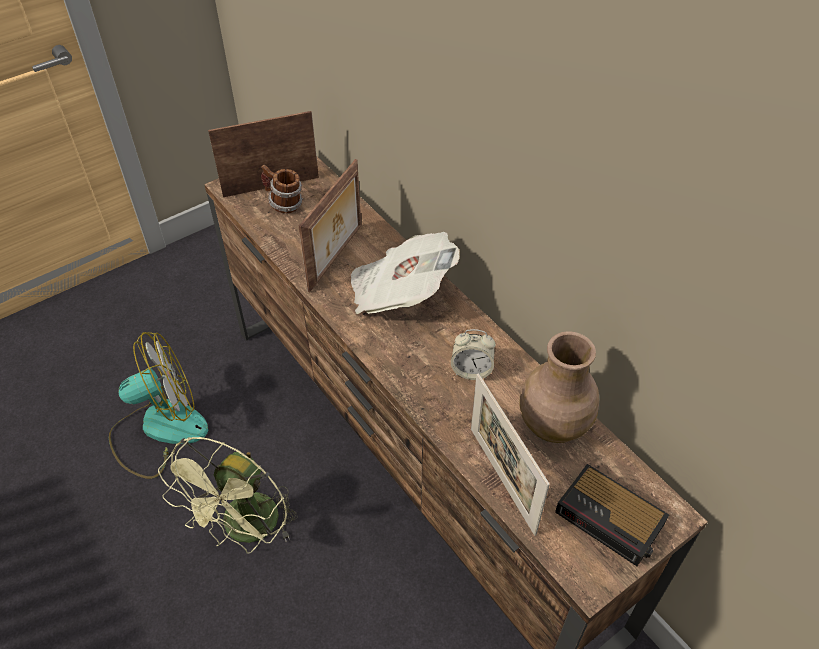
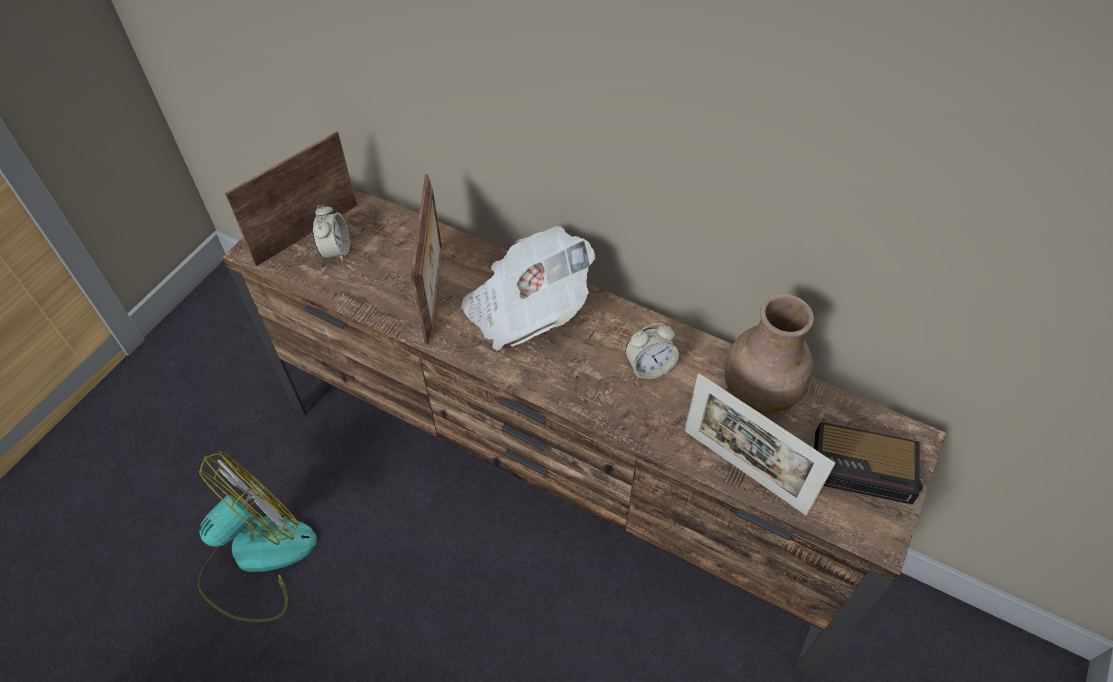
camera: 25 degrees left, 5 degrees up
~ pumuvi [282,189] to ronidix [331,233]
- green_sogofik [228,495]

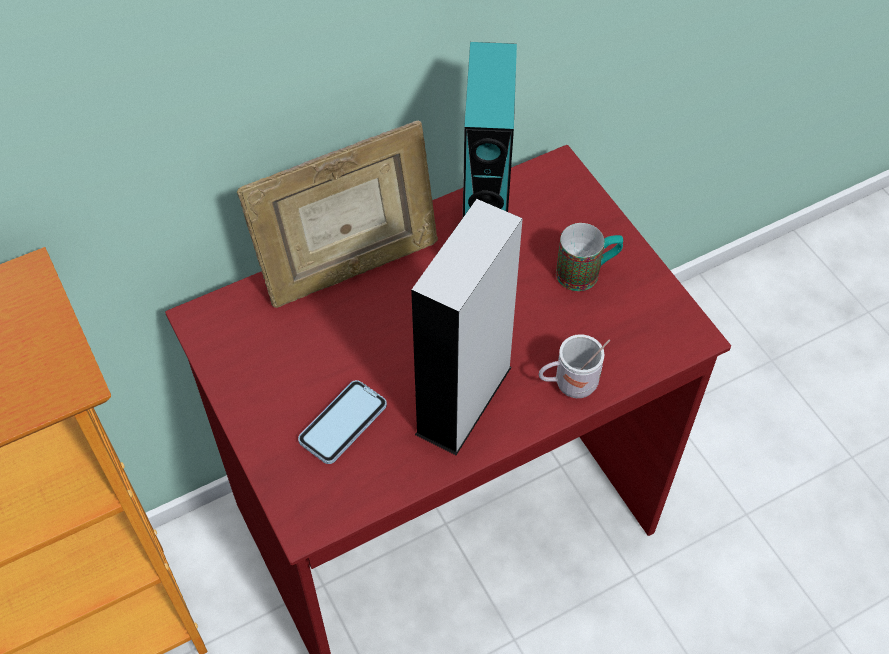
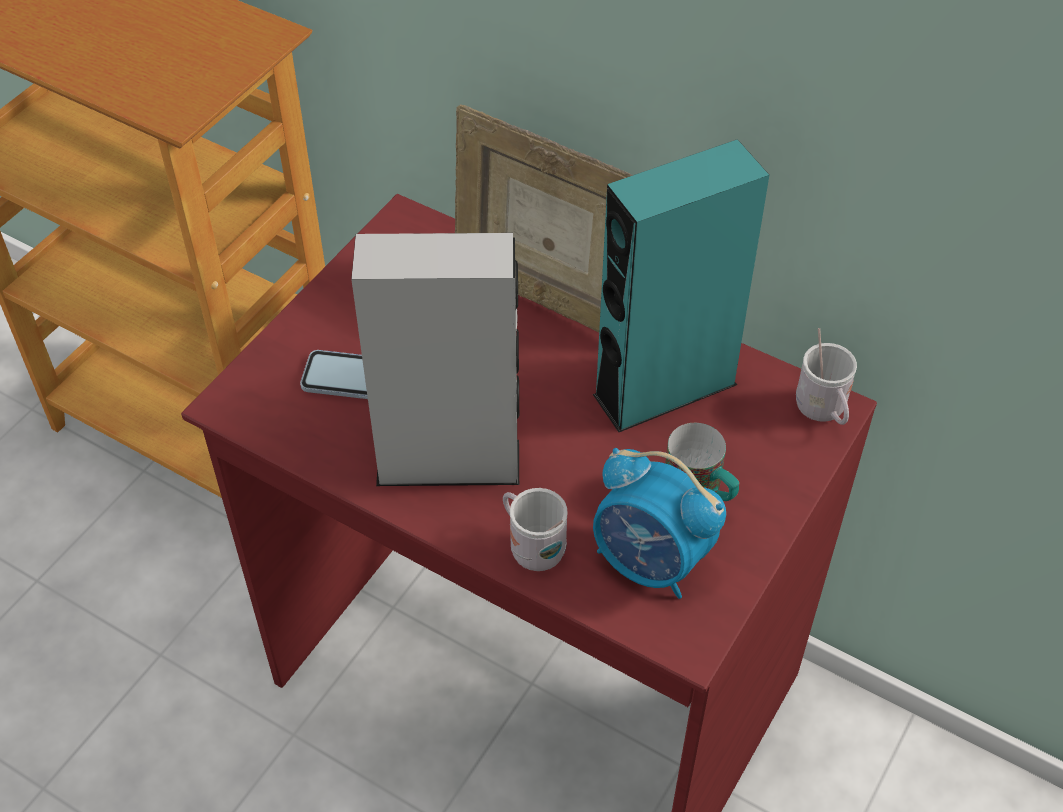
camera: 60 degrees right, 5 degrees down
+ white_pumuvi [826,376]
+ ronidix [659,523]

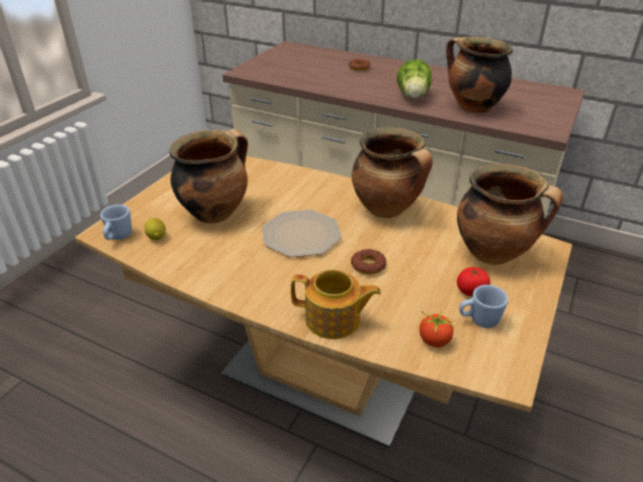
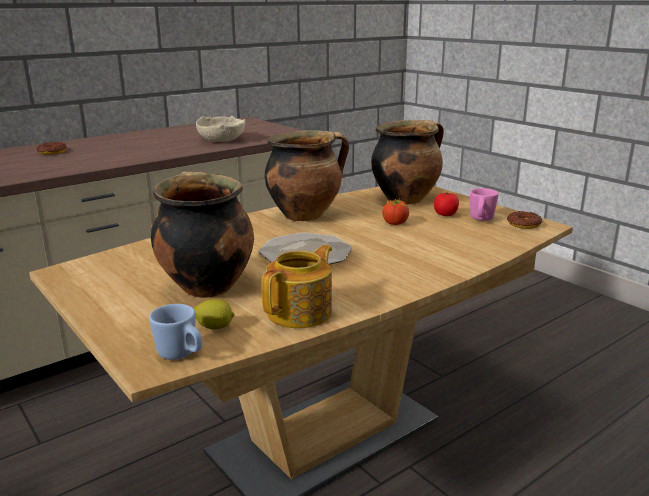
camera: 65 degrees left, 15 degrees down
~ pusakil [479,75] to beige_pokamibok [221,129]
- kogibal [414,78]
~ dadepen [368,262] to [524,220]
~ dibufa [336,304] to [297,286]
~ blue_pumuvi [483,306] to pink_pumuvi [484,204]
~ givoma [437,329] to [395,212]

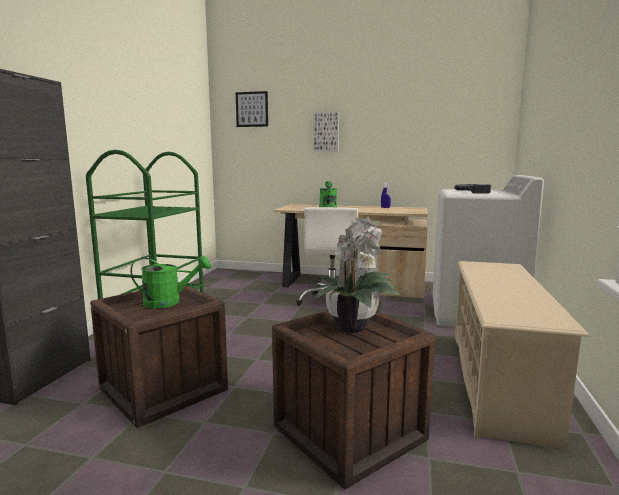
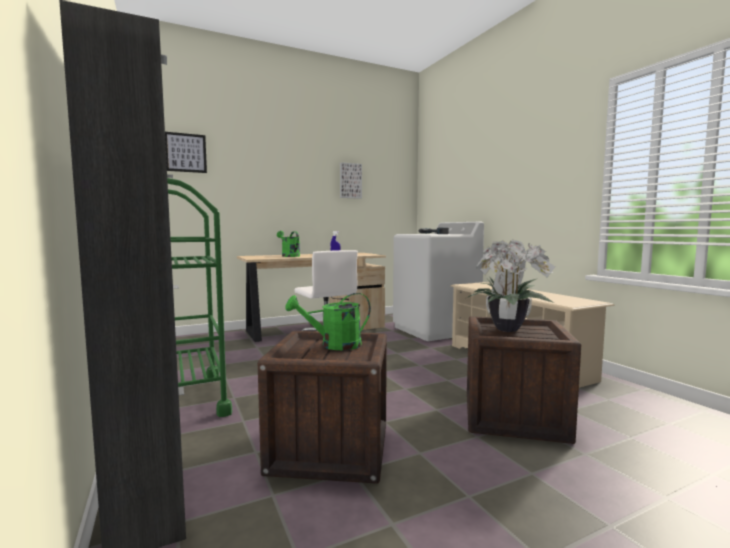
camera: 40 degrees left, 5 degrees down
~ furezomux [326,132] to [351,180]
~ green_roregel [170,281] = [328,321] 150 degrees counterclockwise

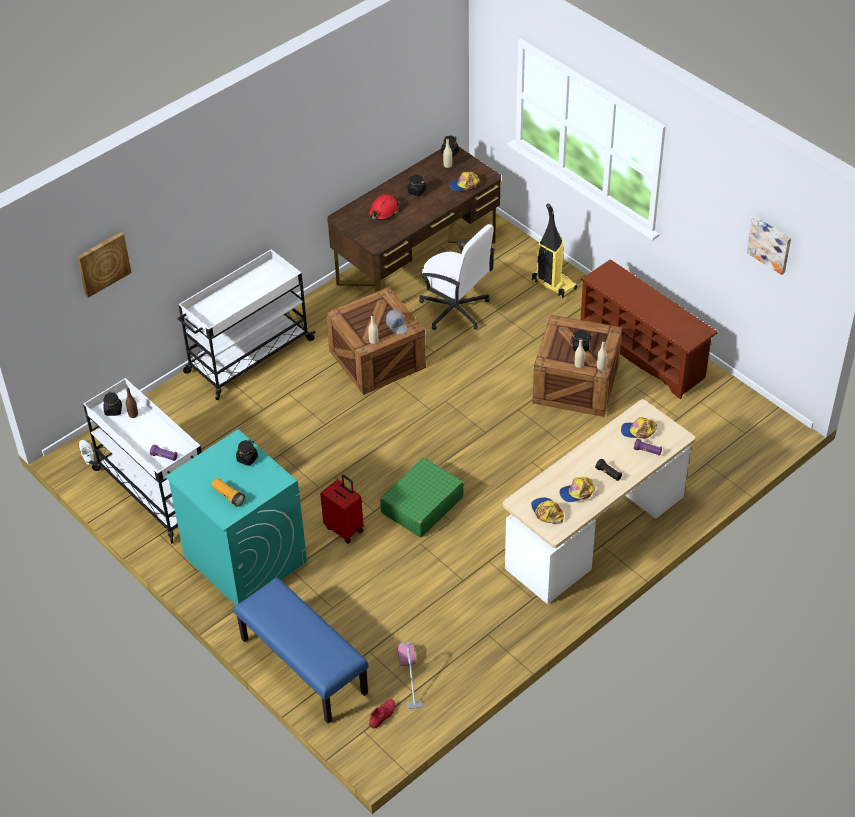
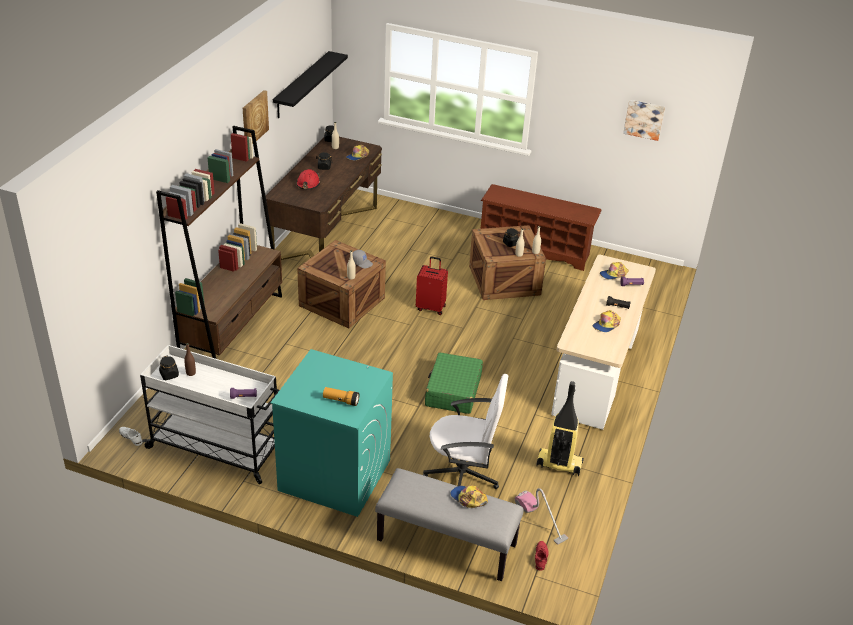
camera: 30 degrees left, 10 degrees down
~ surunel [555,251] to [560,428]
~ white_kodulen [457,277] to [465,431]
~ furezomux [104,265] to [256,117]
~ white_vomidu [246,324] to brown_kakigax [219,242]
- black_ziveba [247,453]
~ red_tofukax [341,509] to [432,286]
~ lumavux [547,511] to [469,497]
~ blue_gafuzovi [301,650] to grey_gafuzovi [449,524]
+ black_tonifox [310,84]

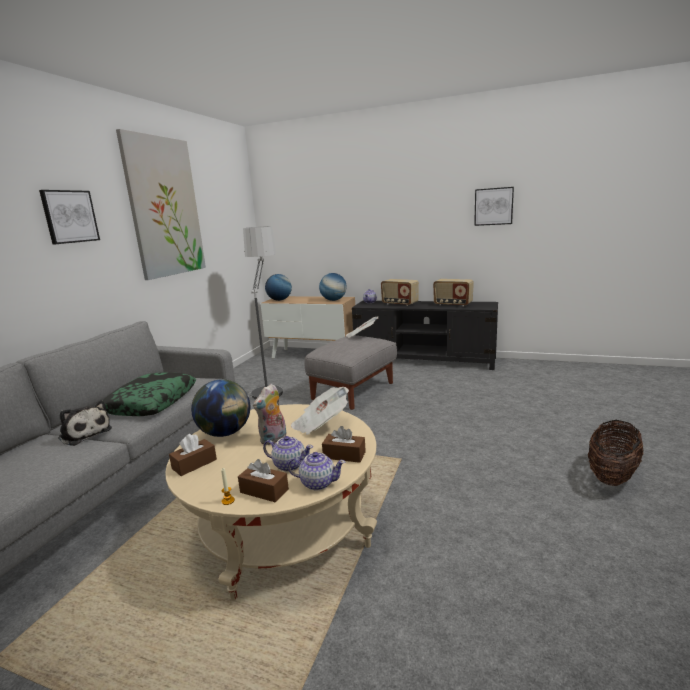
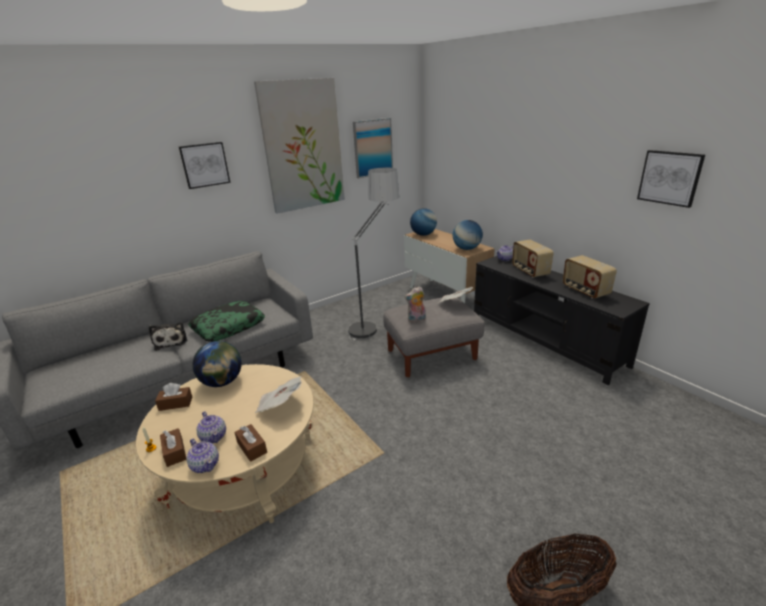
camera: 35 degrees right, 10 degrees up
~ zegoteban [270,414] to [415,304]
+ furezomux [373,148]

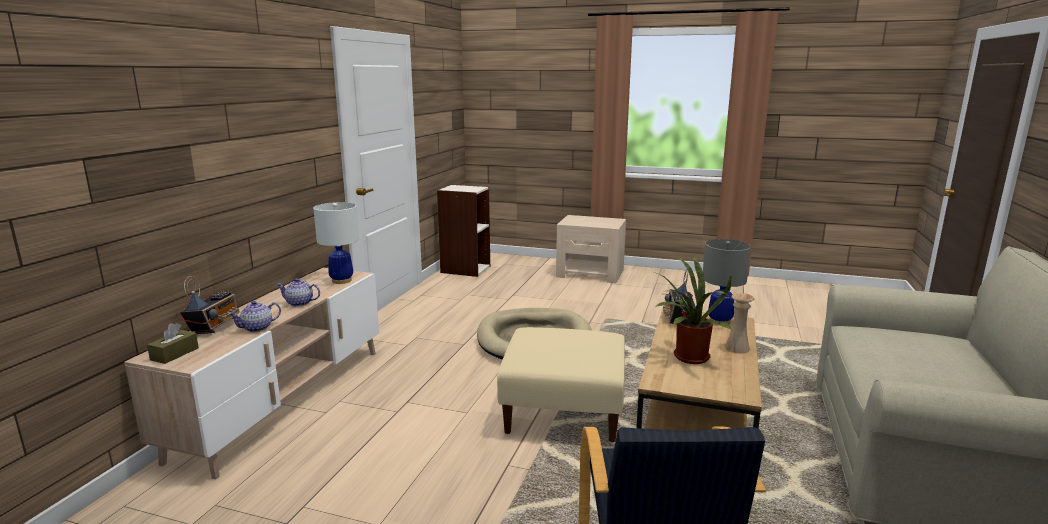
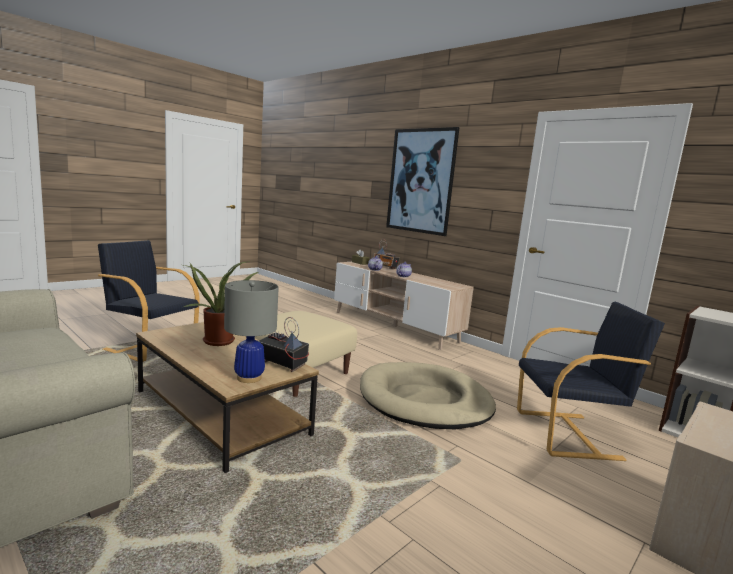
camera: 115 degrees right, 5 degrees down
- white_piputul [336,243]
- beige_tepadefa [739,323]
+ furezomux [423,181]
+ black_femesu [591,381]

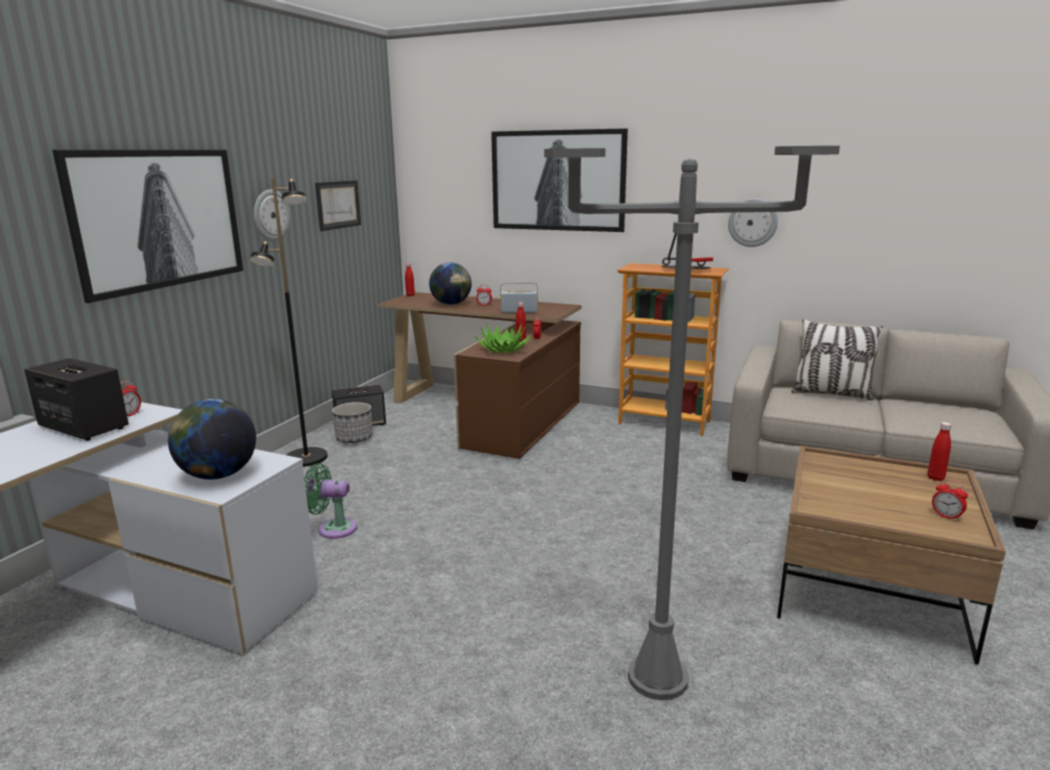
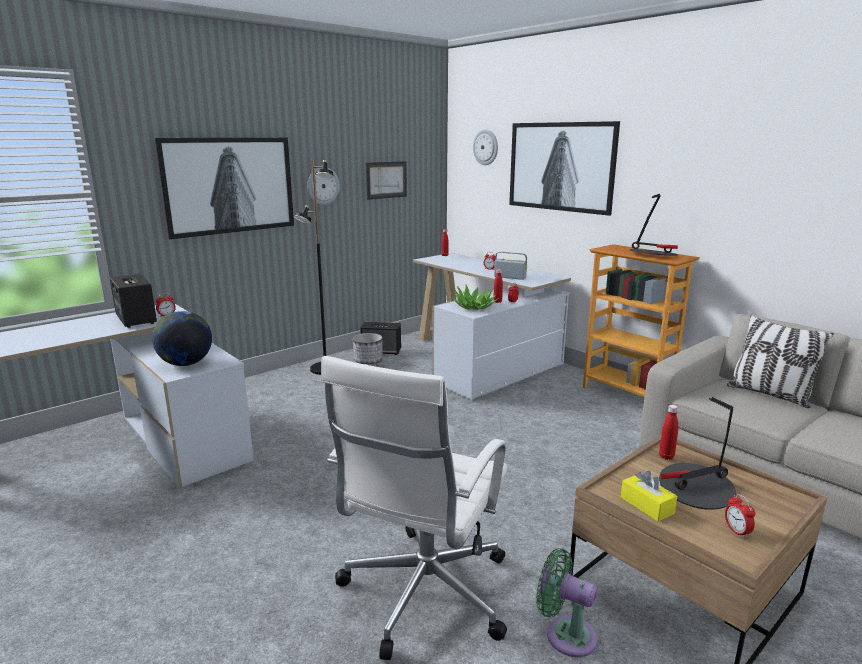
camera: 25 degrees right, 0 degrees up
~ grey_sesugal [692,423] to white_kodulen [414,508]
~ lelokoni [753,222] to [485,147]
- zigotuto [450,283]
~ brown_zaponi [480,375] to white_zaponi [492,326]
~ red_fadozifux [939,451] to [668,432]
~ green_sogofik [330,501] to [566,602]
+ piputul [697,453]
+ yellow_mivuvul [649,495]

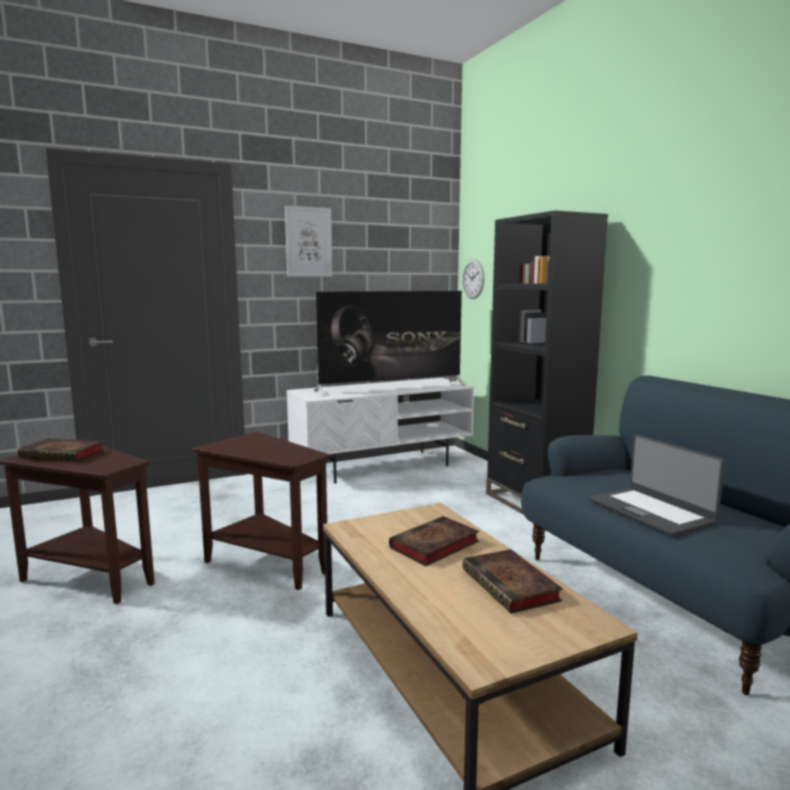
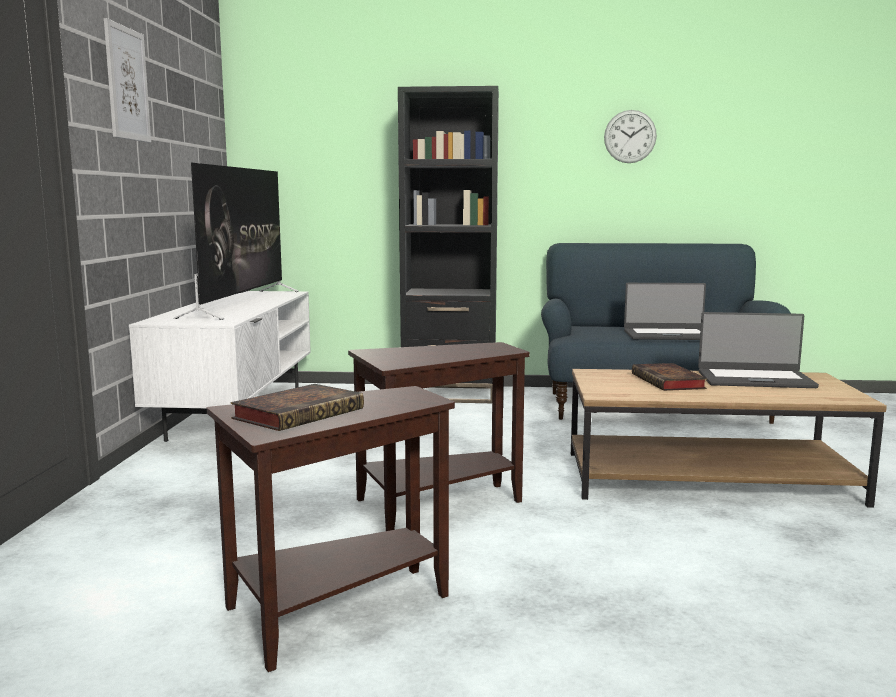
camera: 60 degrees left, 0 degrees up
~ lelokoni [473,279] to [630,136]
~ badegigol [513,581] to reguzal [758,350]

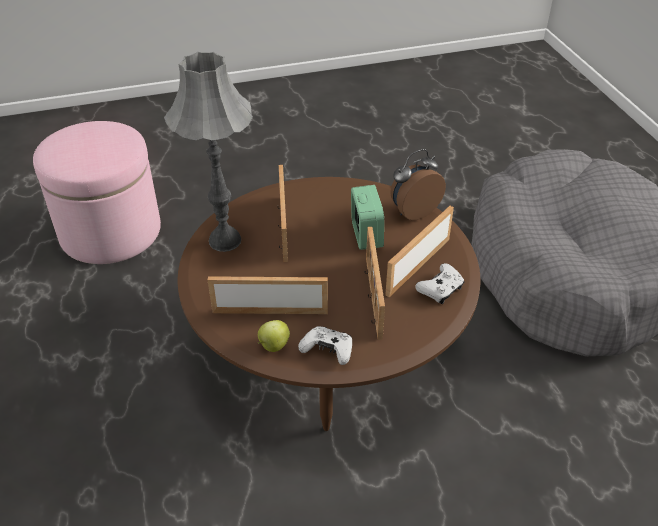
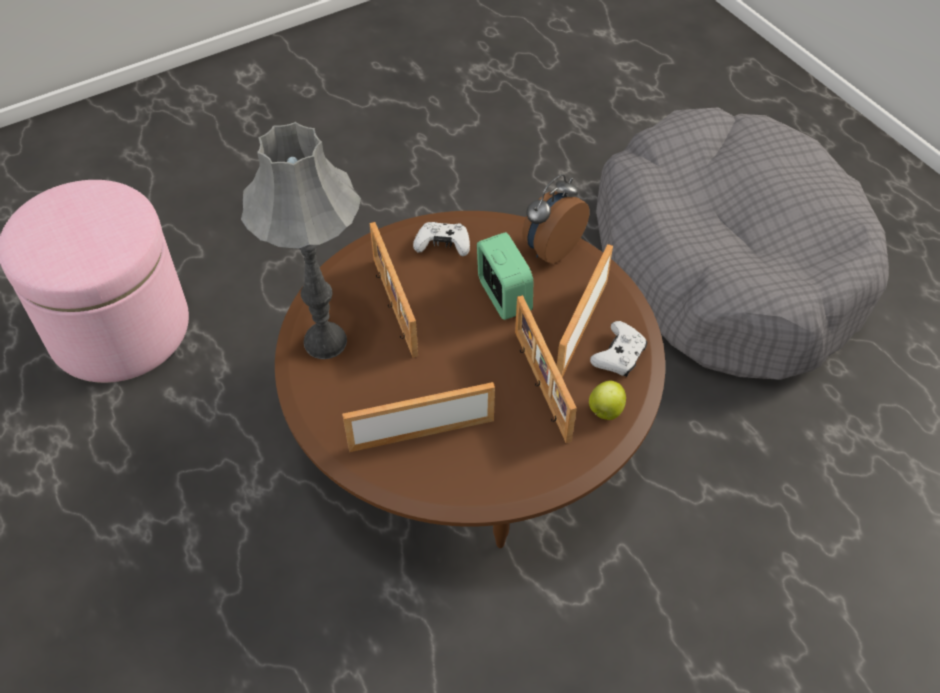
camera: 15 degrees left, 10 degrees up
~ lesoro [274,336] to [607,400]
~ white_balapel [325,345] to [441,239]

